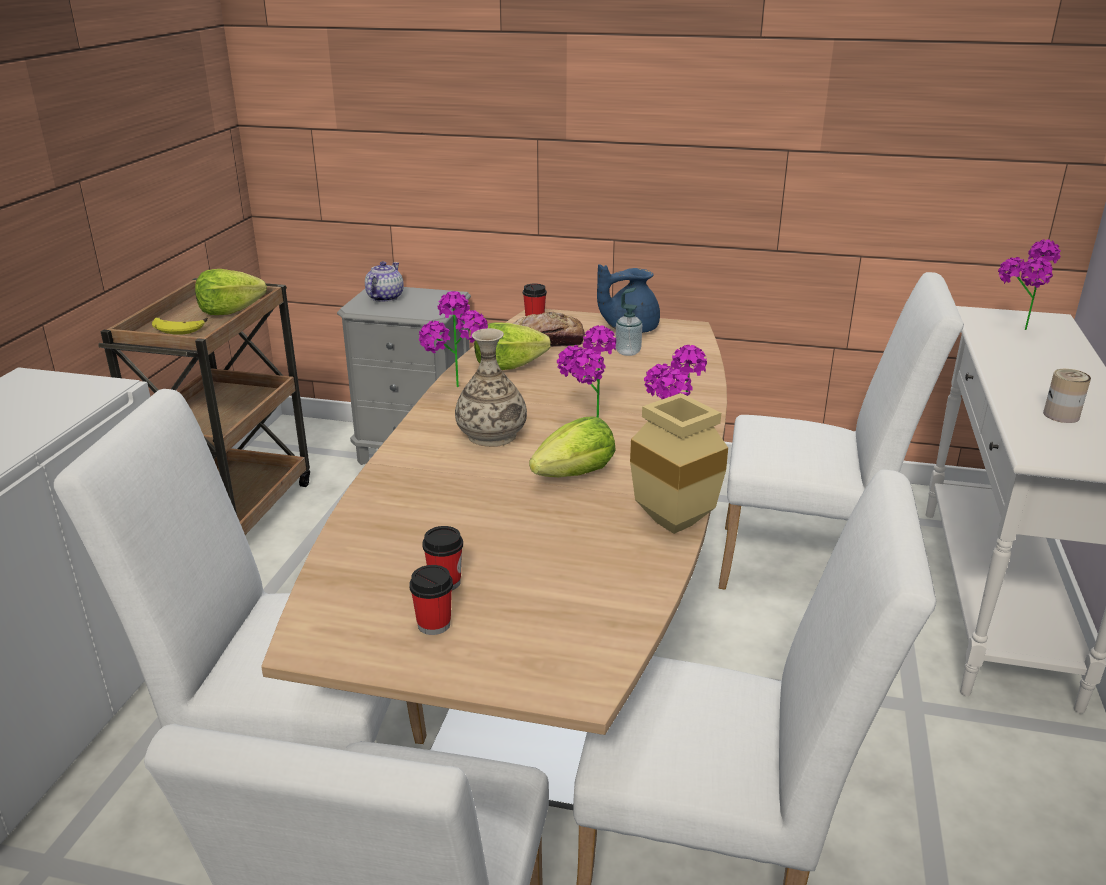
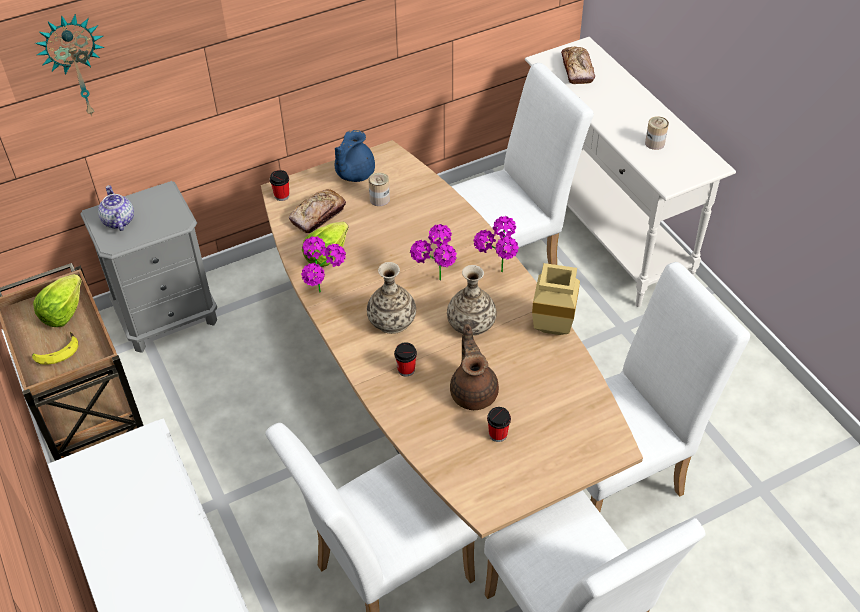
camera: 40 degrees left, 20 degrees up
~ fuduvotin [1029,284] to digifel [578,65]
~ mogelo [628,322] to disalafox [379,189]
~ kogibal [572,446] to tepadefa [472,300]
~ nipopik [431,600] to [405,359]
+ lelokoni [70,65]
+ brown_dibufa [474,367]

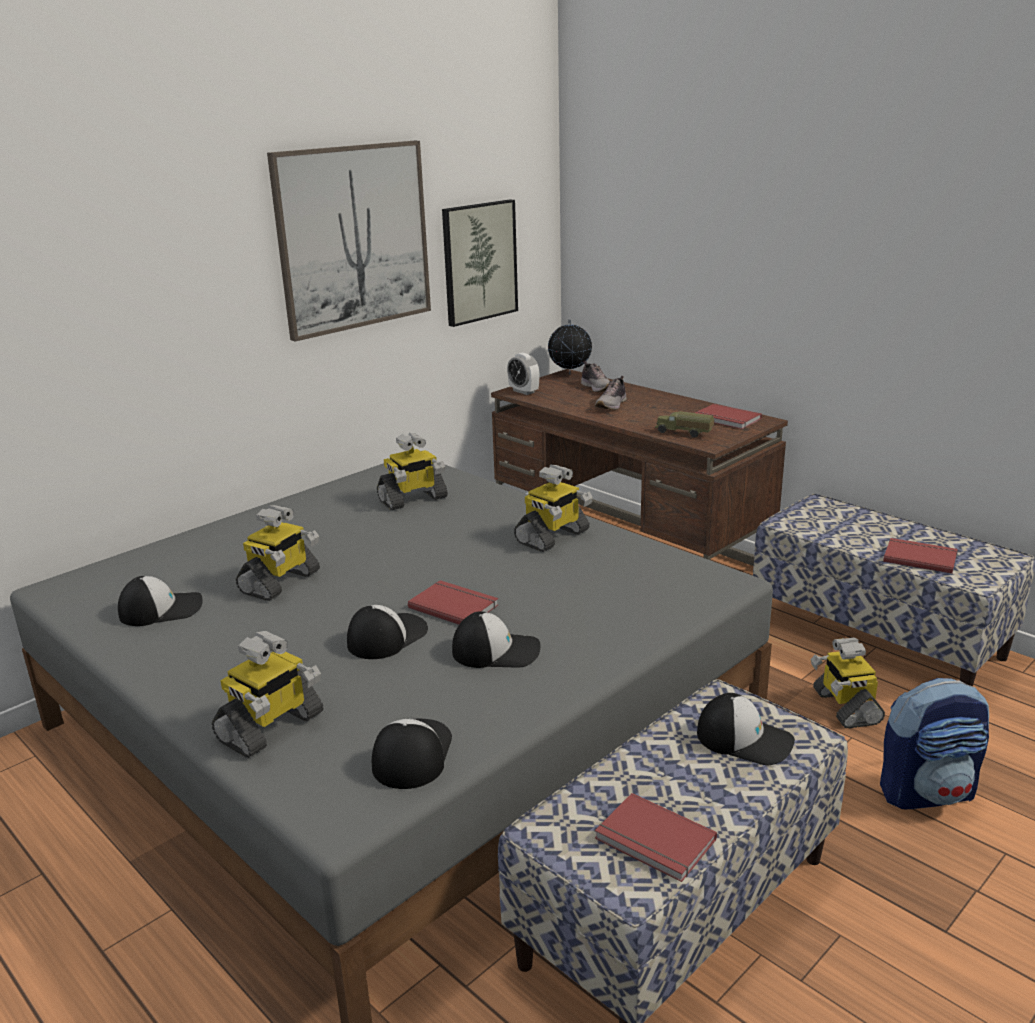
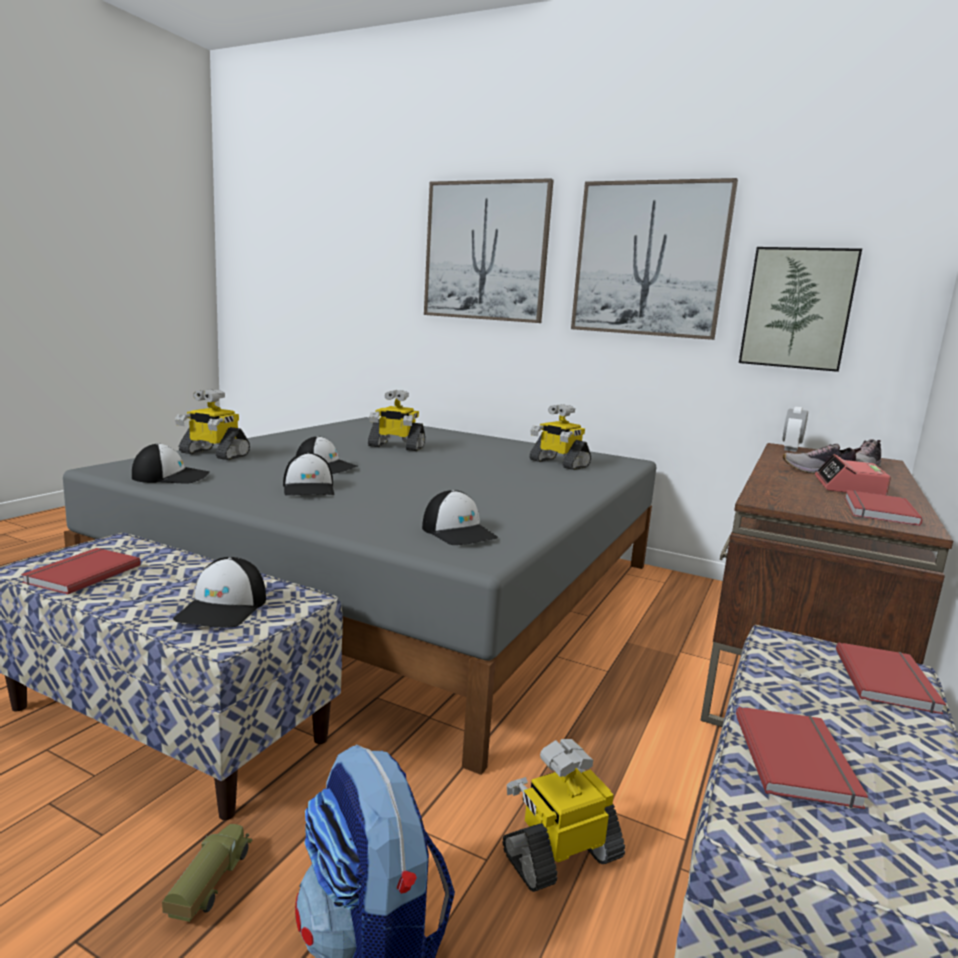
camera: 70 degrees right, 10 degrees down
- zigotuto [570,347]
~ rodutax [684,424] to [207,873]
- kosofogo [553,508]
~ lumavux [160,601] to [460,517]
~ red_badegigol [453,602] to [891,678]
+ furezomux [489,250]
+ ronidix [853,474]

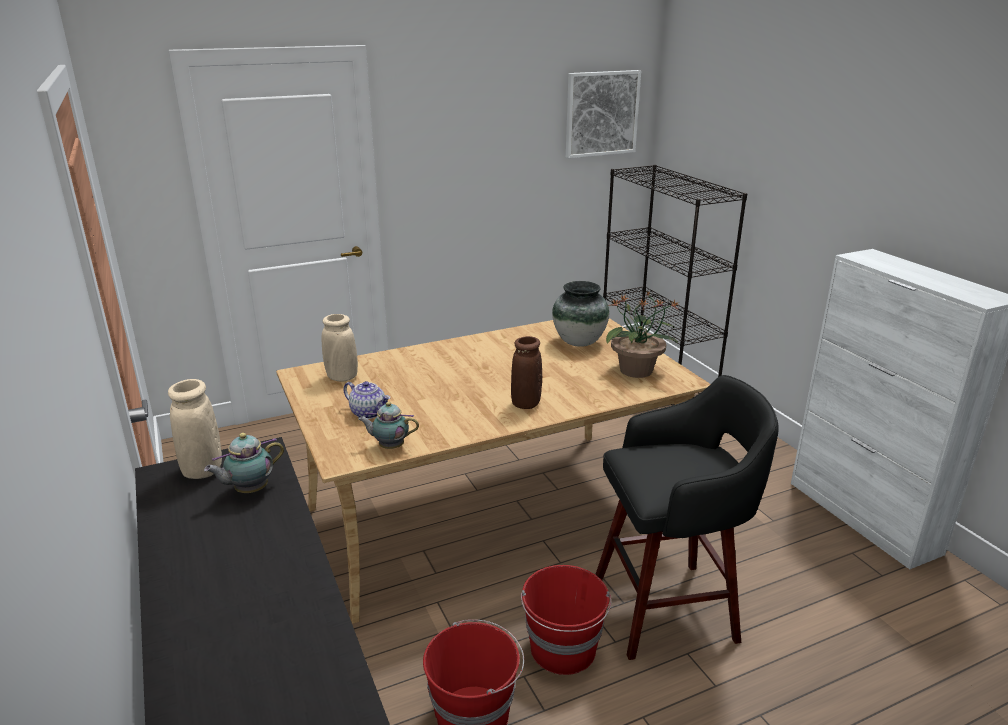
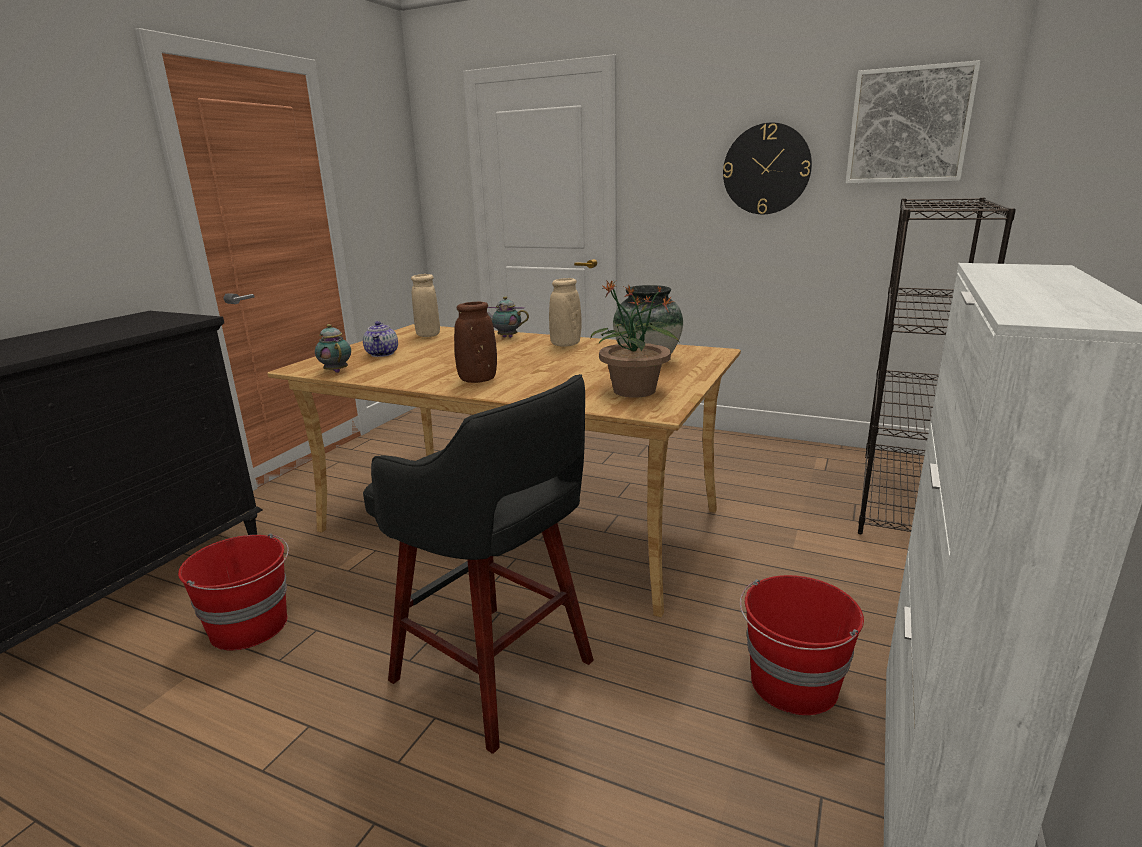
camera: 50 degrees right, 5 degrees down
~ beige_tepadefa [195,429] to [565,312]
~ dibufa [244,463] to [508,317]
~ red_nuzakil [566,620] to [802,645]
+ lelokoni [767,168]

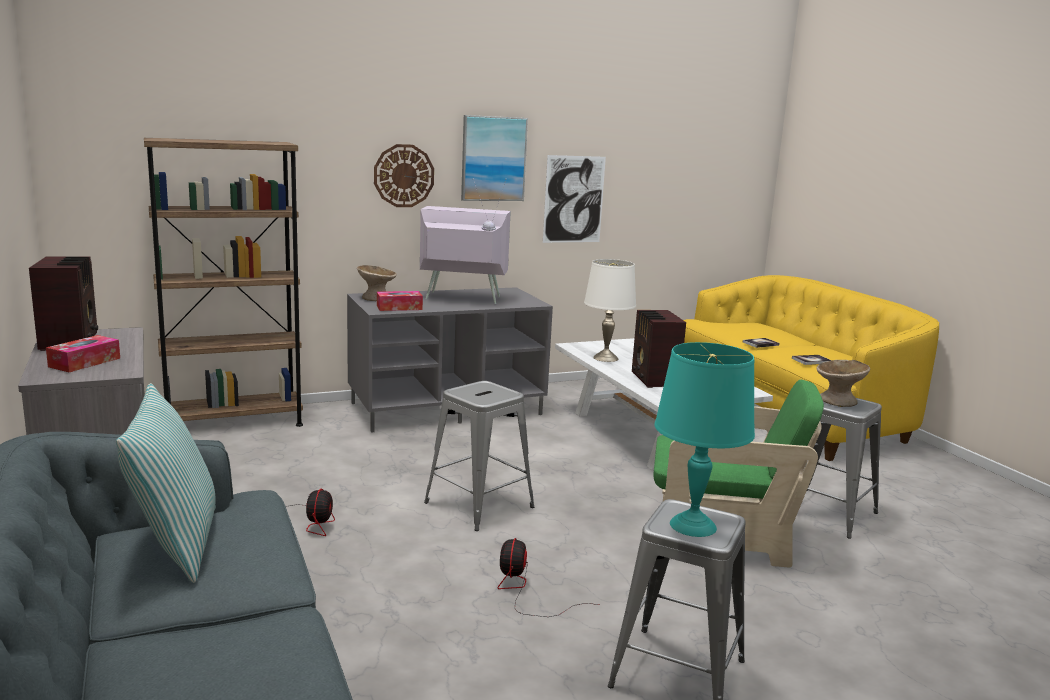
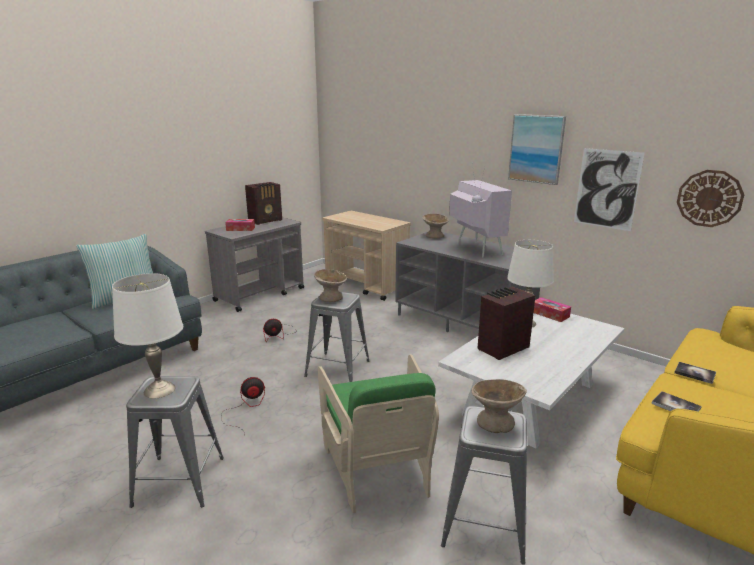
camera: 65 degrees right, 5 degrees up
~ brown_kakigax [223,282] to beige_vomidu [366,256]
~ lelokoni [404,175] to [710,198]
~ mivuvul [400,301] to [552,309]
~ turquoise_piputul [704,439] to white_piputul [147,335]
+ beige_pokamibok [330,285]

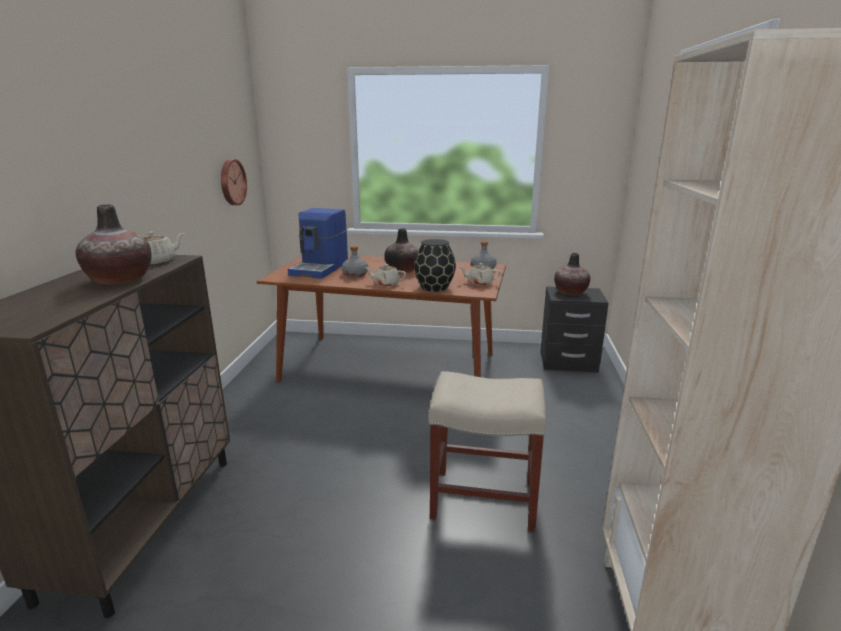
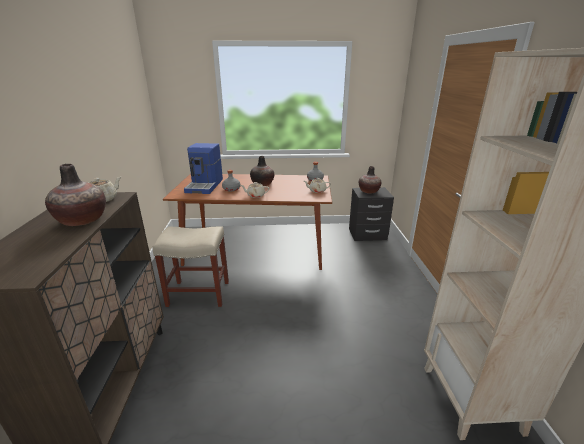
camera: 10 degrees left, 5 degrees up
- lelokoni [234,182]
- black_tepadefa [435,265]
~ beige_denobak [487,451] to [190,267]

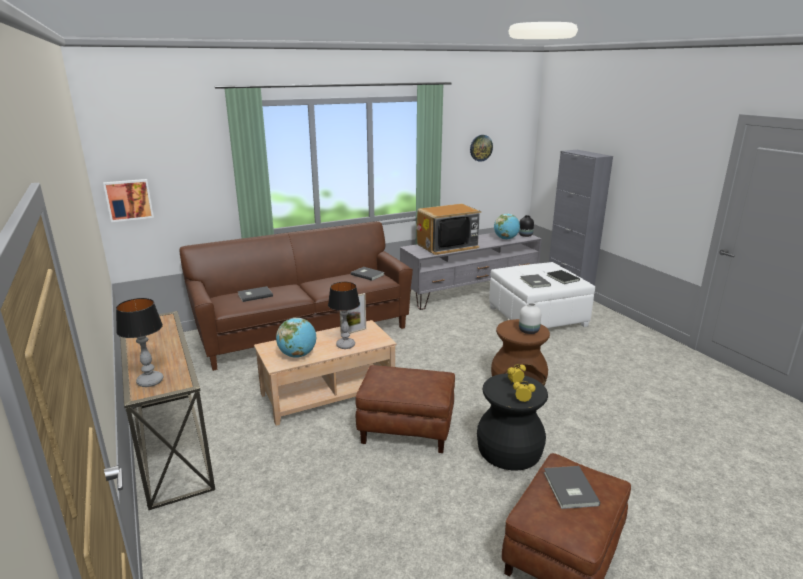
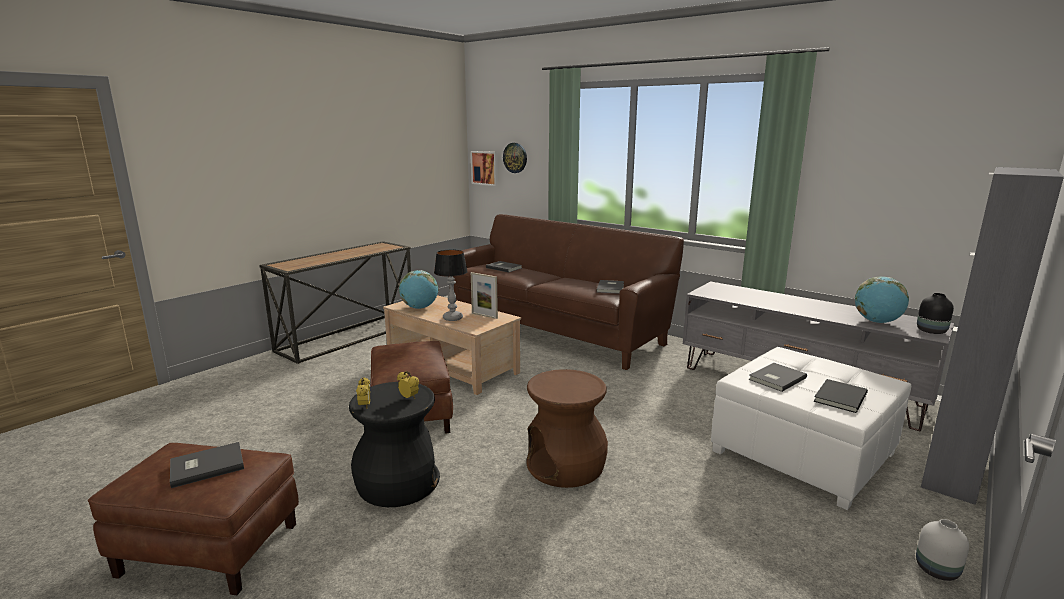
camera: 65 degrees right, 5 degrees down
~ lelokoni [481,148] to [515,158]
- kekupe [449,229]
- piputul [139,342]
~ white_tepadefa [530,318] to [942,550]

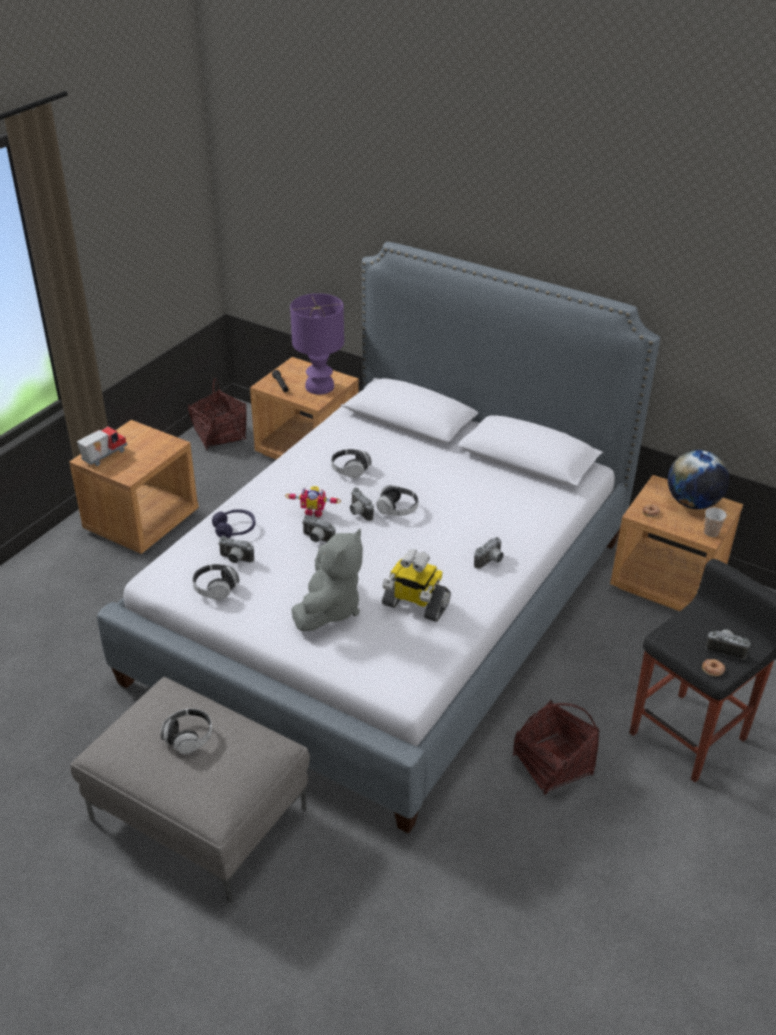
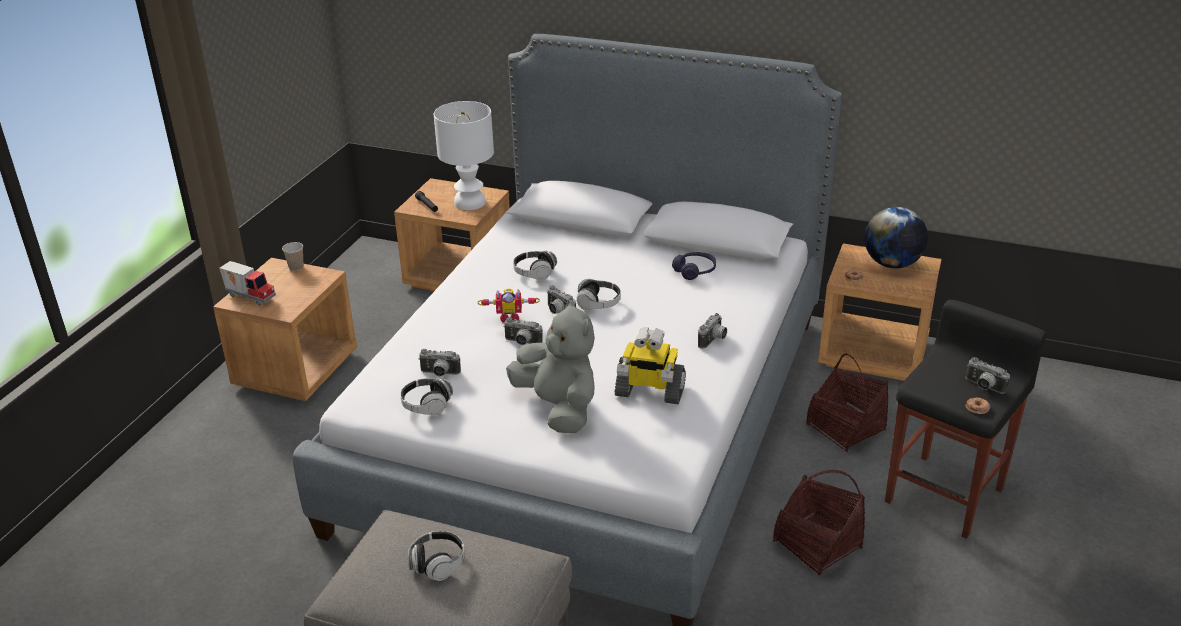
camera: 10 degrees left, 5 degrees down
~ purple_piputul [317,343] to white_piputul [464,155]
~ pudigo [216,414] to [847,402]
~ rodutax [102,446] = [247,283] 90 degrees clockwise
~ nipopik [715,522] to [293,256]
~ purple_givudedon [233,523] to [694,266]
~ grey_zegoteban [327,580] = [550,366] 45 degrees counterclockwise
~ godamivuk [728,644] = [988,375] 150 degrees counterclockwise

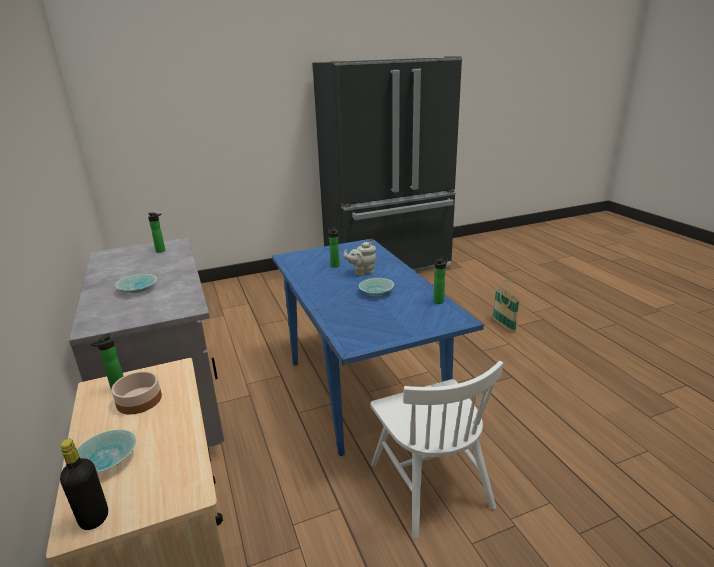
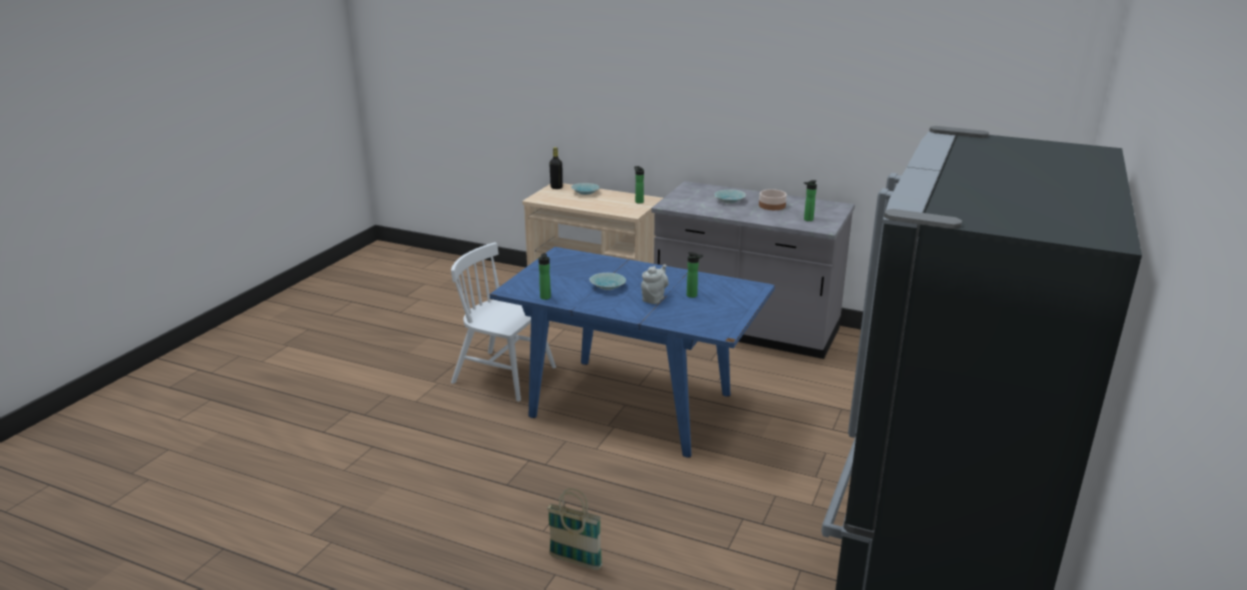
camera: 135 degrees right, 0 degrees up
~ pokamibok [136,393] to [773,199]

